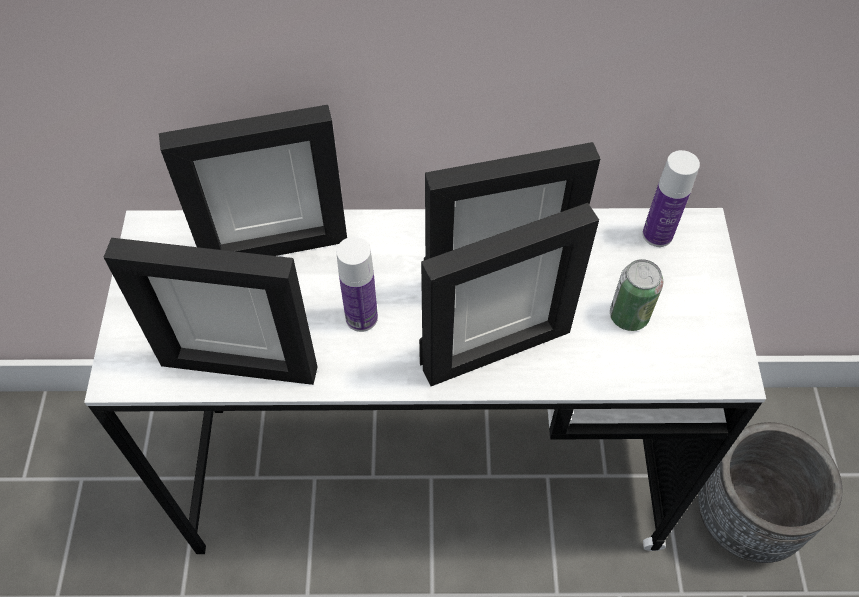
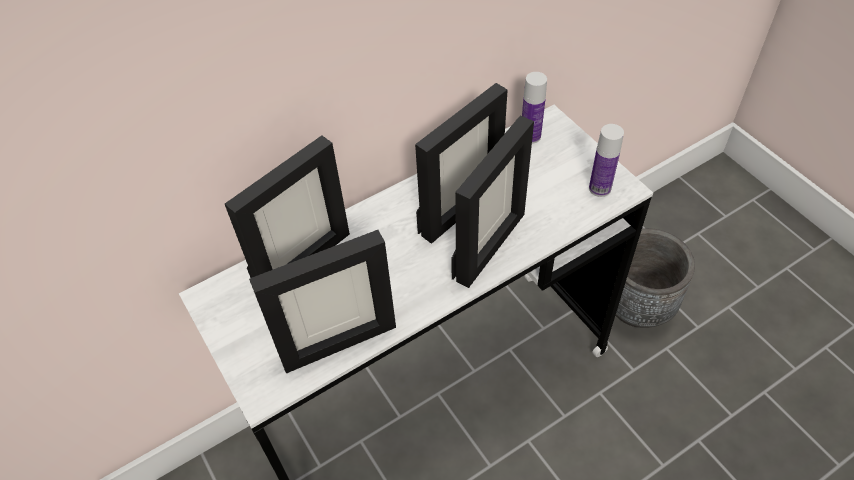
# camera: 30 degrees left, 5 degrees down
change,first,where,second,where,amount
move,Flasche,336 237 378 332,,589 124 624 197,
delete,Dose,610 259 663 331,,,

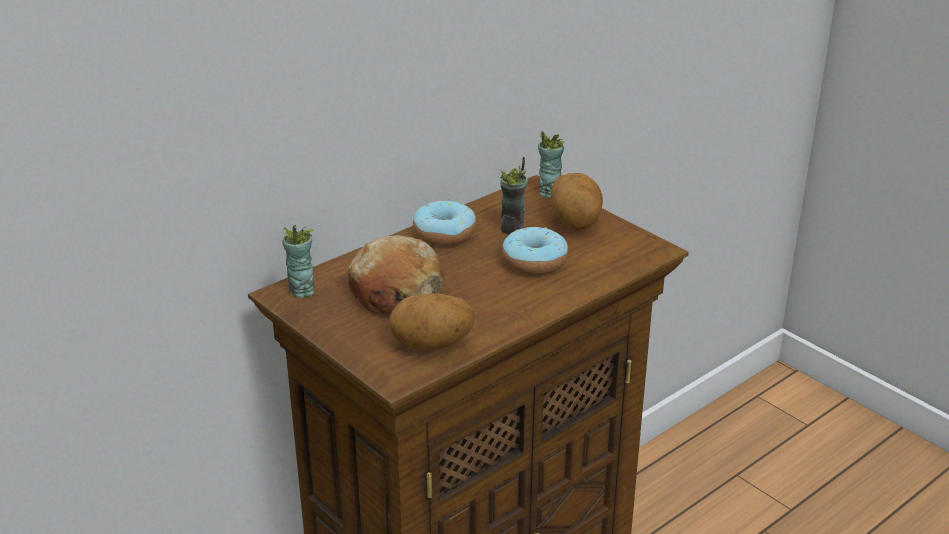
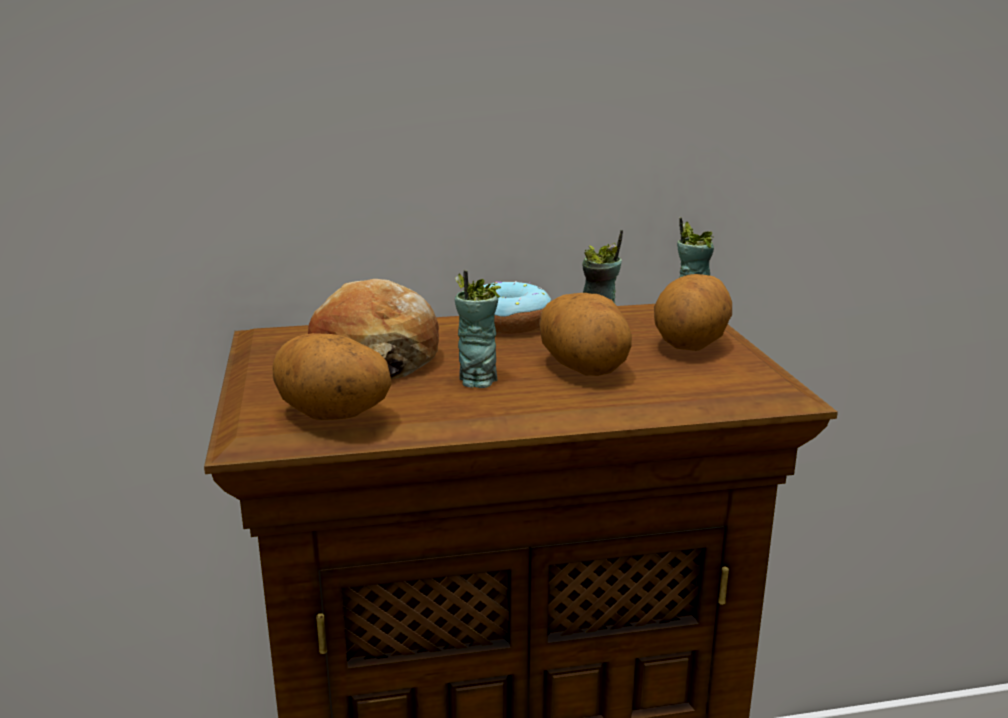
# camera: 30 degrees right, 10 degrees down
change,first,where,second,where,amount
move,Tasse,282 225 315 298,,455 270 501 388,
replace,Donut,502 227 568 275,Kartoffel,539 293 632 376,

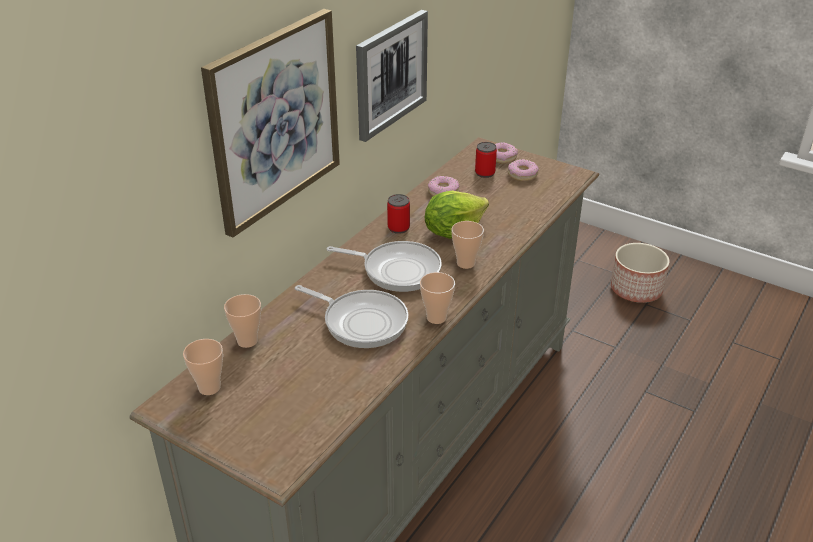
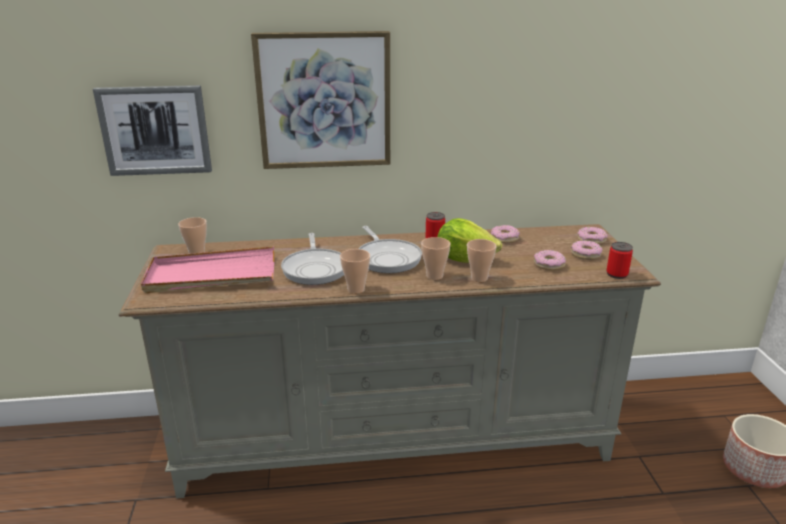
# camera: 50 degrees right, 10 degrees down
change,first,where,second,where,amount
move,Bild,356 10 428 142,,93 85 212 176,
insert,,,Tablett (rosa),141 247 274 293,
move,Tasse,224 294 261 348,,467 239 496 282,
insert,,,Donut,534 250 566 271,
move,Dose,475 142 497 178,,606 242 633 279,

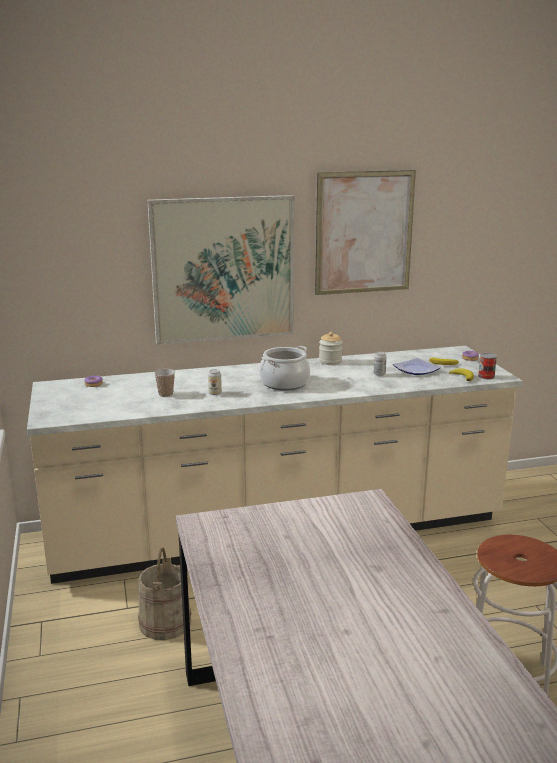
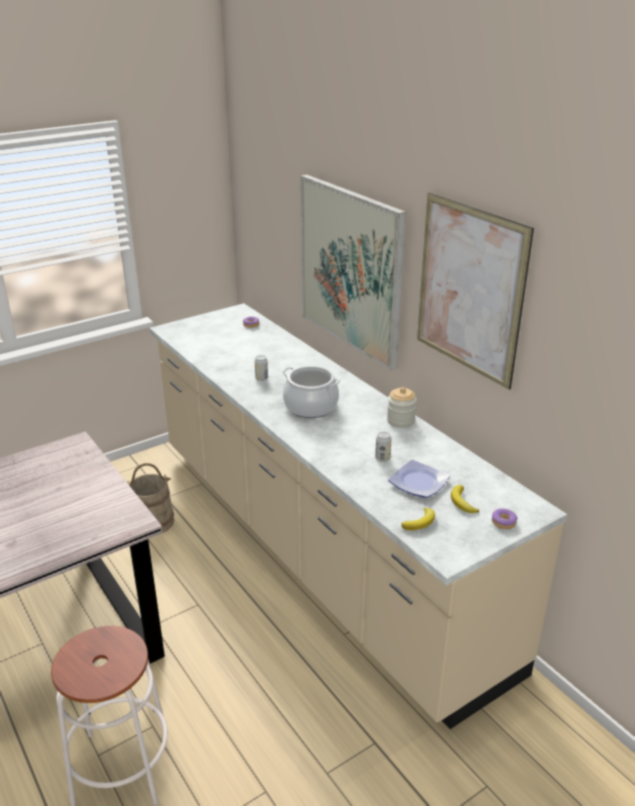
# camera: 70 degrees right, 10 degrees up
change,first,where,second,where,amount
delete,Tasse,154 369 175 397,,,
delete,Dose,478 353 497 379,,,

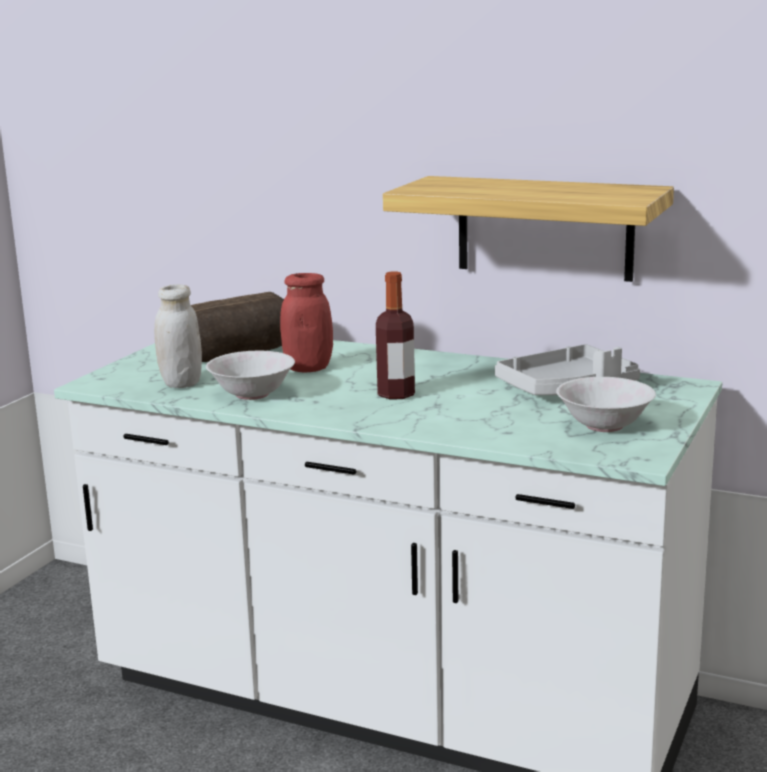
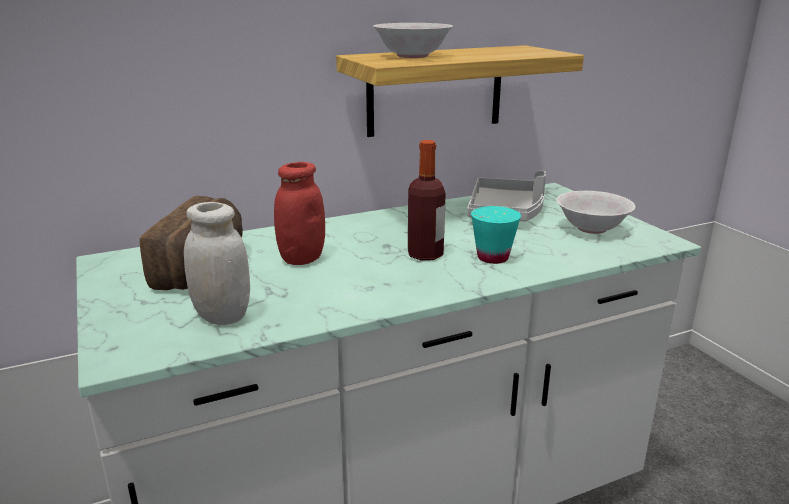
# camera: 50 degrees left, 5 degrees up
change,first,where,second,where,amount
move,Schüssel (weiß),206 351 295 400,,373 23 453 58,
insert,,,Tasse (türkis),471 206 521 264,

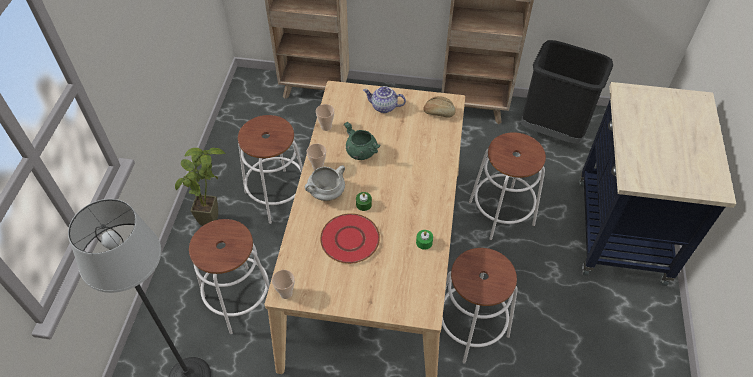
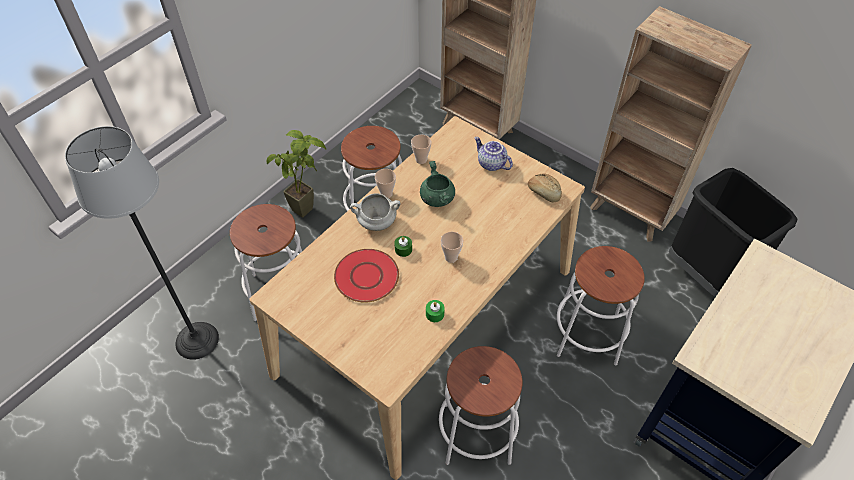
# camera: 30 degrees right, 0 degrees up
change,first,where,second,where,amount
move,Tasse,272 270 295 299,,441 232 463 263,

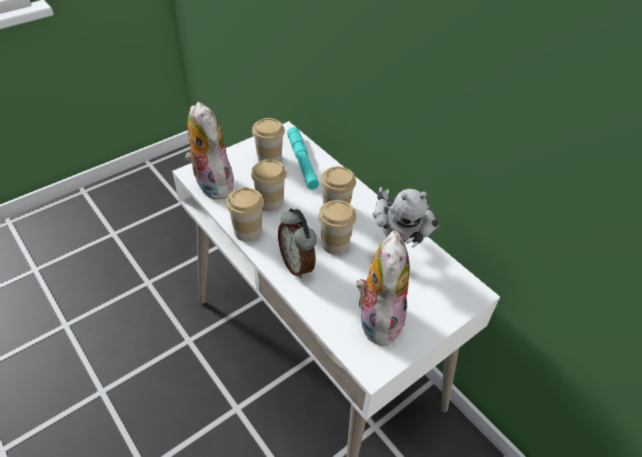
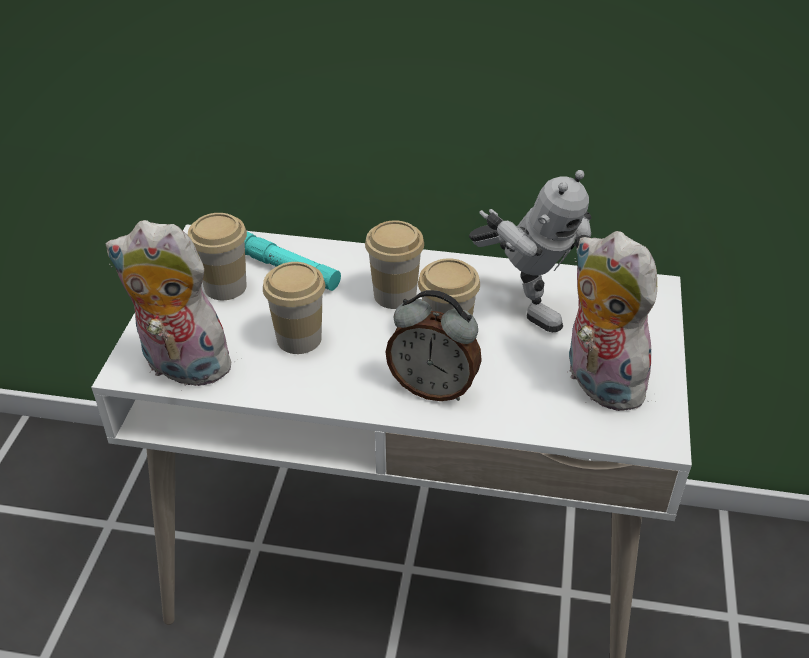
# camera: 40 degrees left, 5 degrees down
change,first,where,second,where,amount
delete,Tasse,226 188 264 242,,,

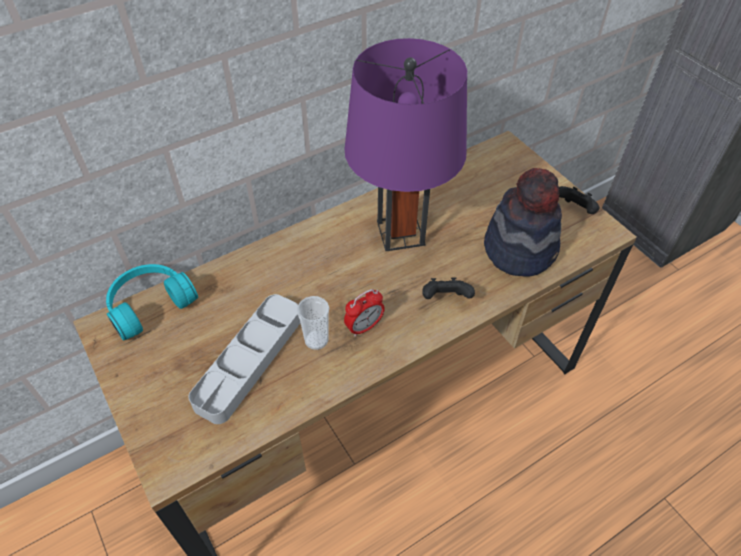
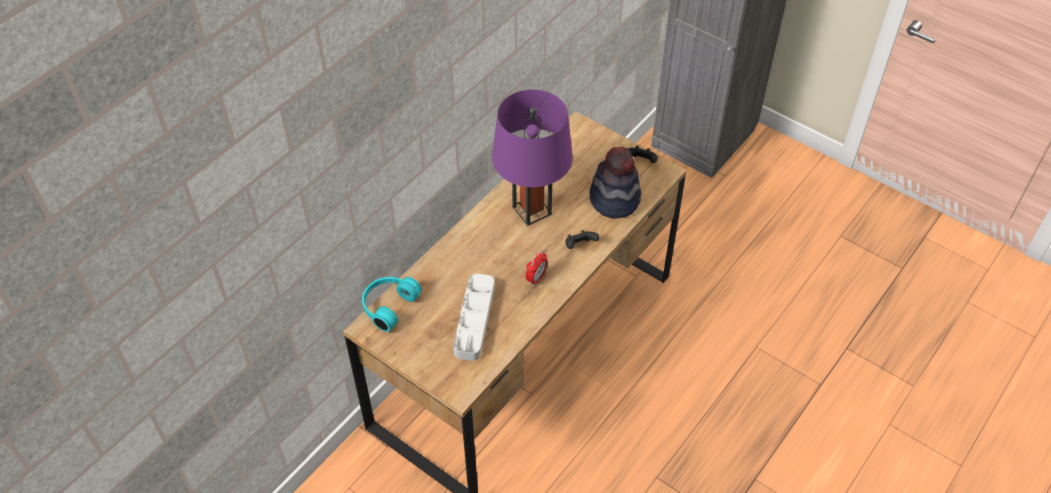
# camera: 20 degrees left, 0 degrees up
change,first,where,second,where,amount
delete,Tasse,297 296 329 350,,,

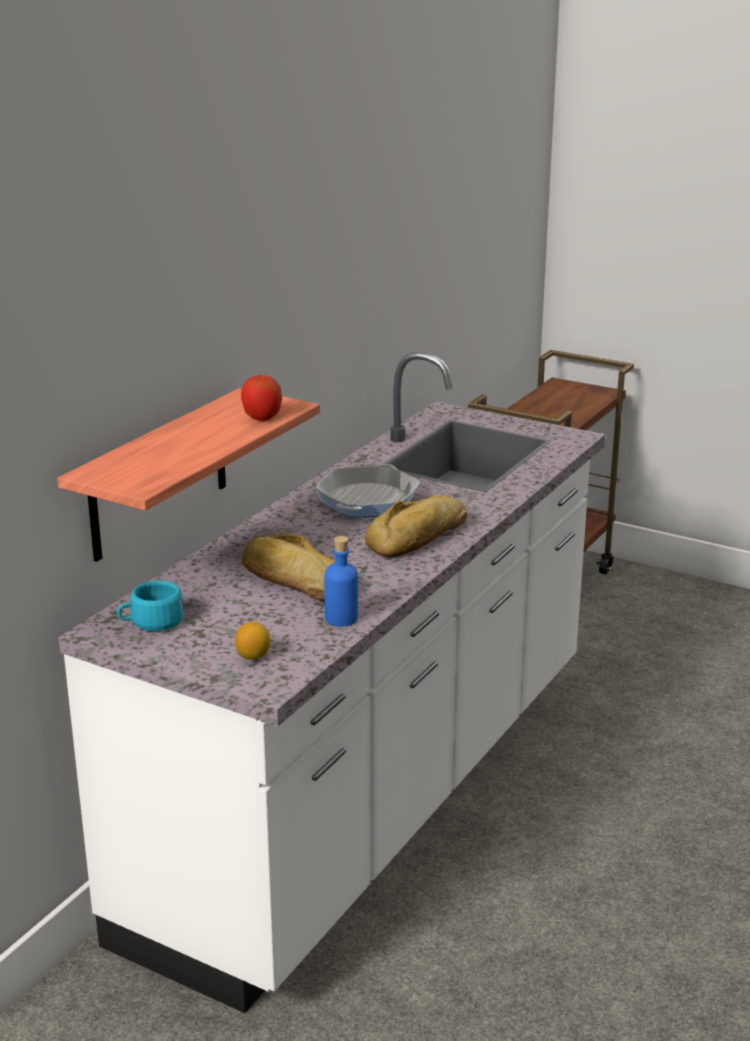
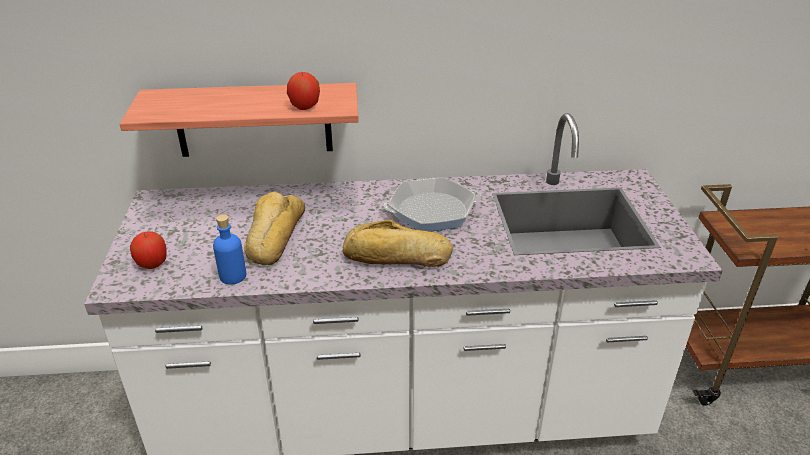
# camera: 55 degrees right, 10 degrees up
change,first,where,second,where,amount
replace,Zitrone,235 622 271 660,Apfel,130 231 167 269,
delete,Tasse (türkis),117 581 184 631,,,

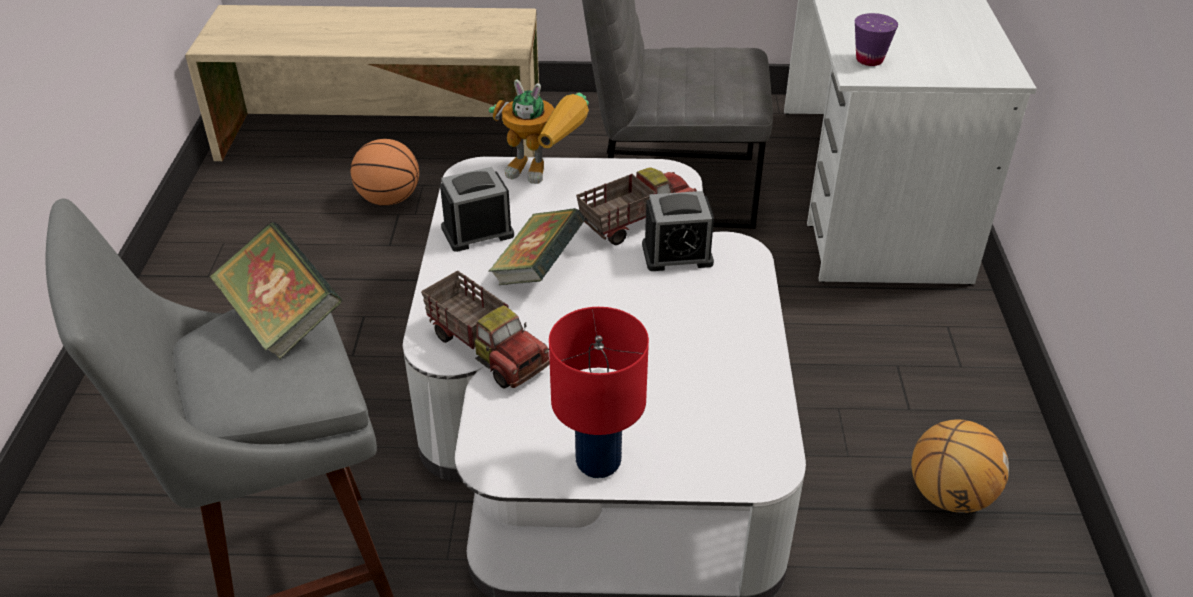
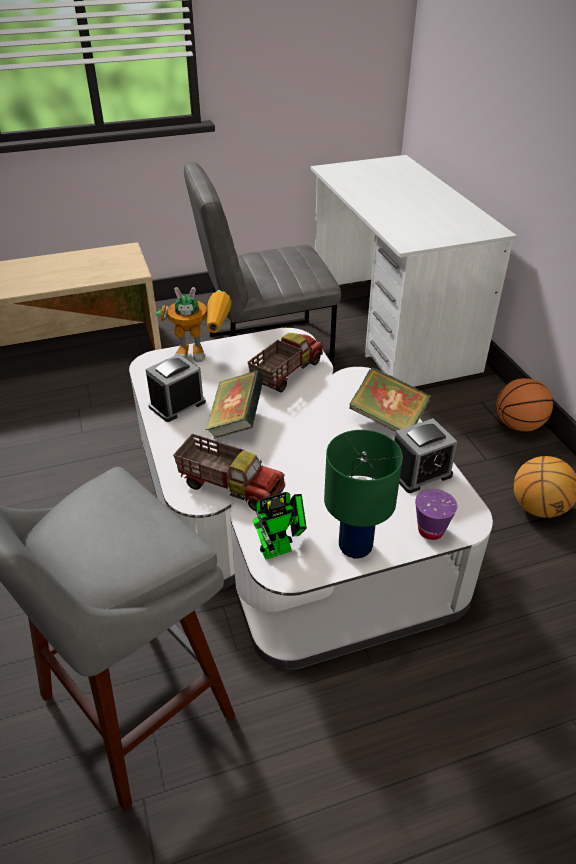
# camera: 20 degrees left, 0 degrees up
change,first,where,second,where,amount
insert,,,Spielzeugroboter,253 492 307 559,
recolor,Tischlampe (rot),549 307 649 478,Tischlampe (grün),324 430 403 559,
move,Buch,209 222 342 359,,349 367 431 432,
move,Wecker,642 191 714 271,,394 418 458 493,
move,Tasse (lila),855 13 898 66,,415 489 457 540,
move,Basketball,351 139 419 206,,496 378 553 432,

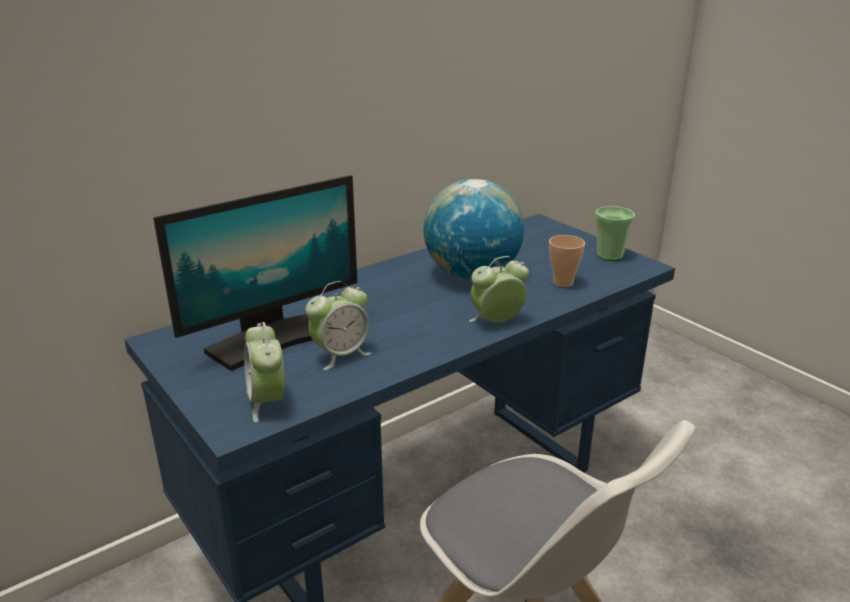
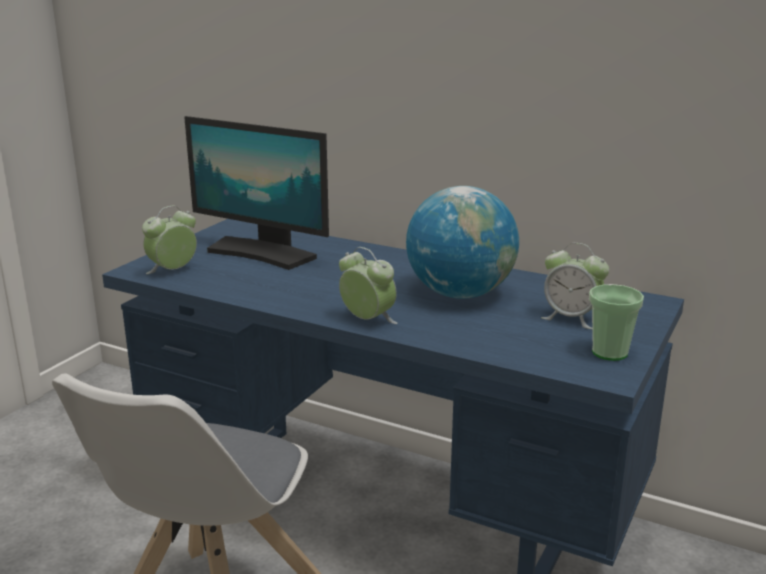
# camera: 65 degrees right, 5 degrees down
change,first,where,second,where,amount
move,Wecker,305 281 371 370,,541 243 609 329,
delete,Tasse,549 235 585 287,,,

